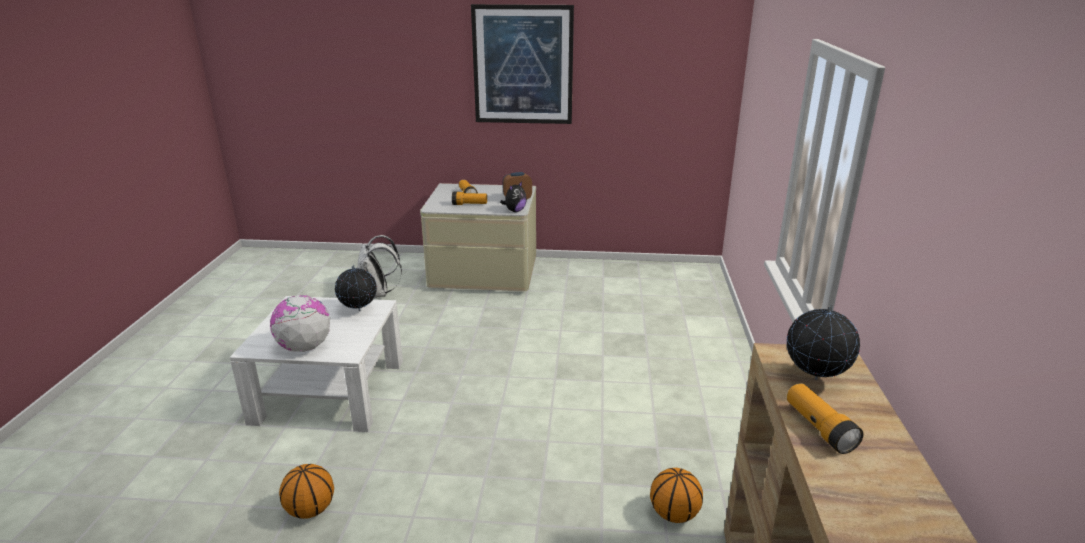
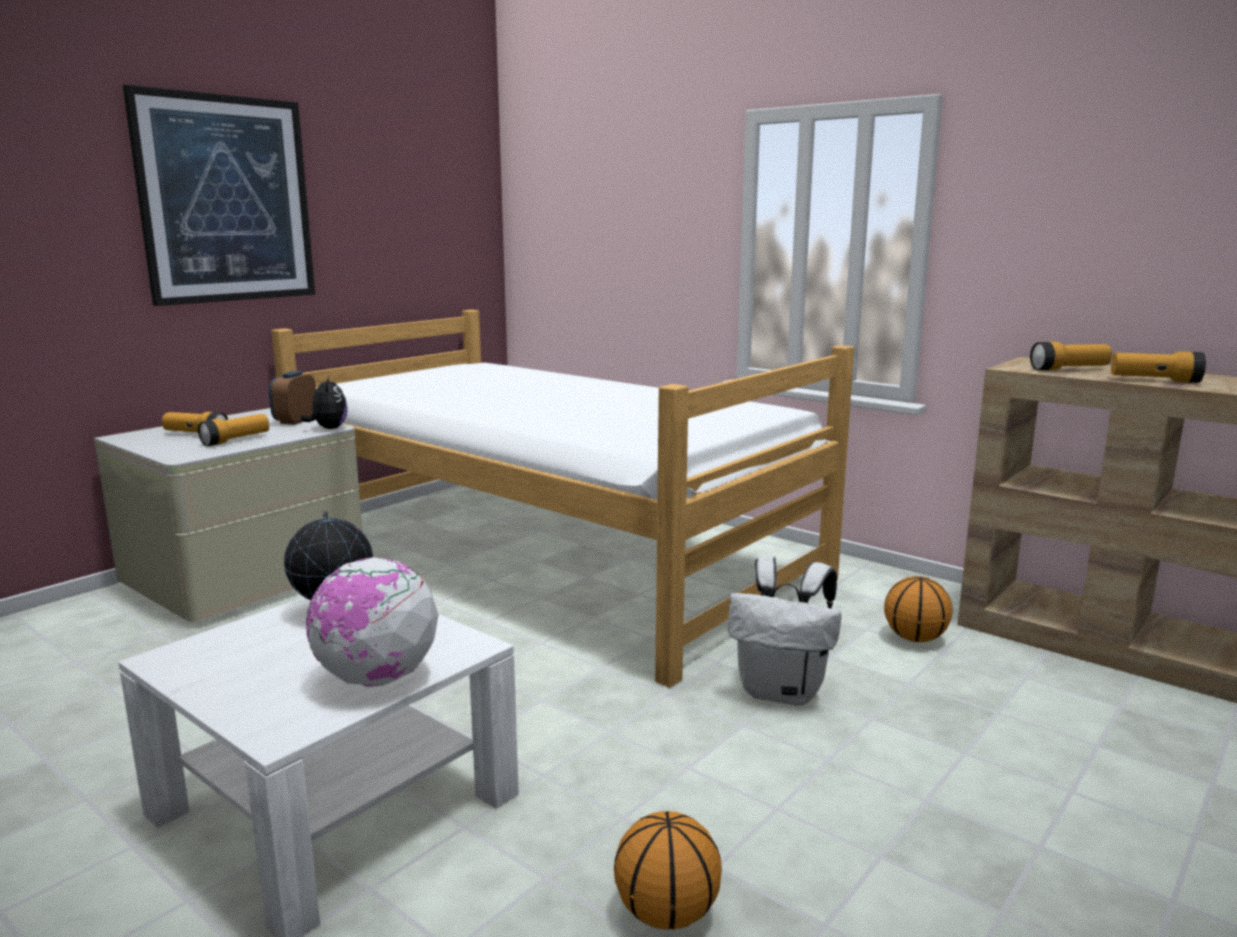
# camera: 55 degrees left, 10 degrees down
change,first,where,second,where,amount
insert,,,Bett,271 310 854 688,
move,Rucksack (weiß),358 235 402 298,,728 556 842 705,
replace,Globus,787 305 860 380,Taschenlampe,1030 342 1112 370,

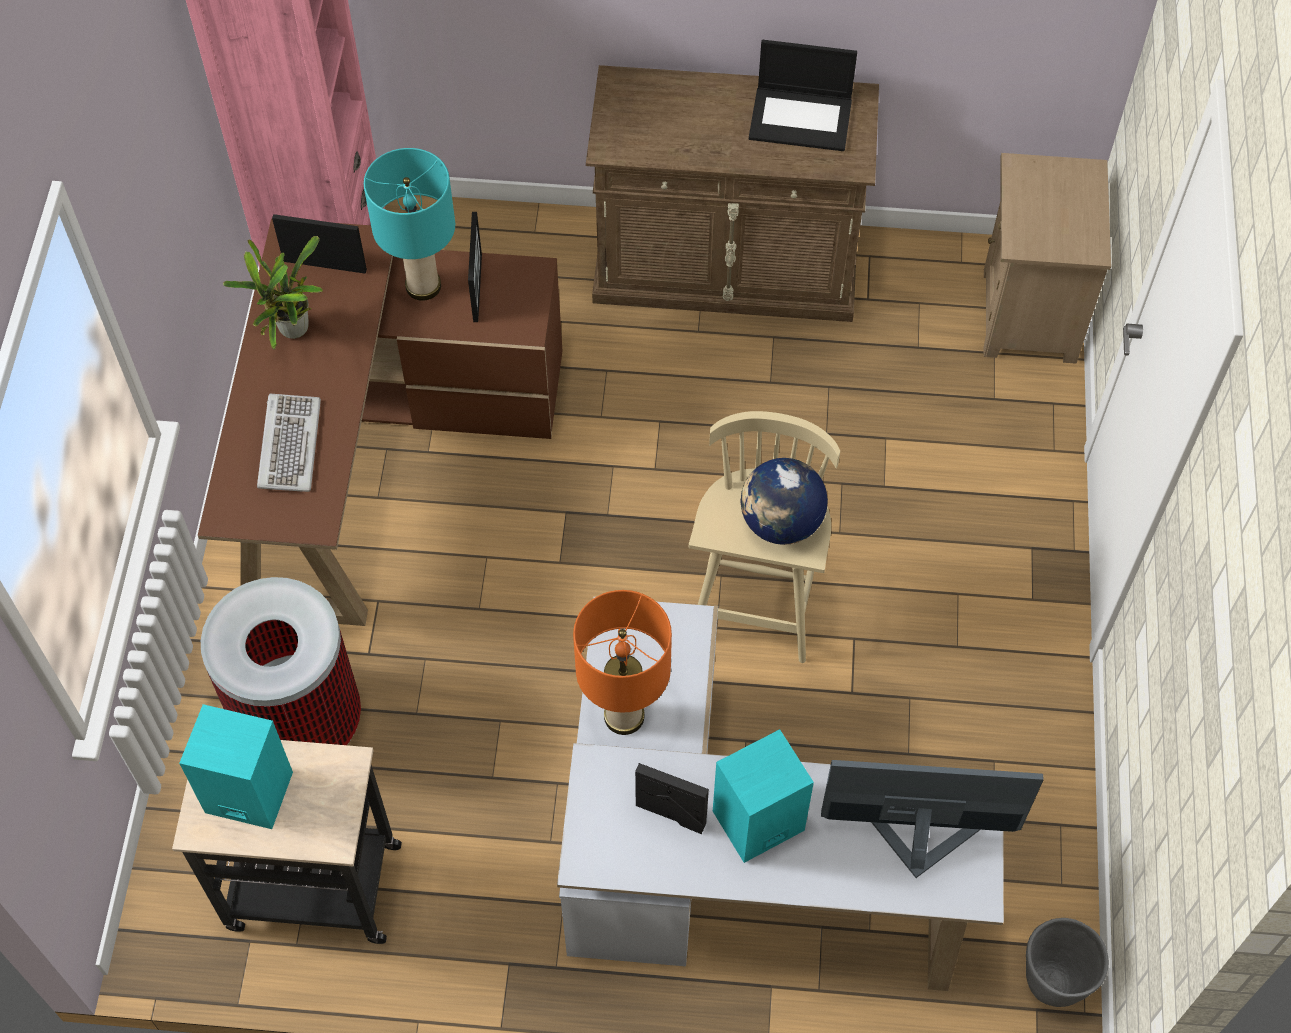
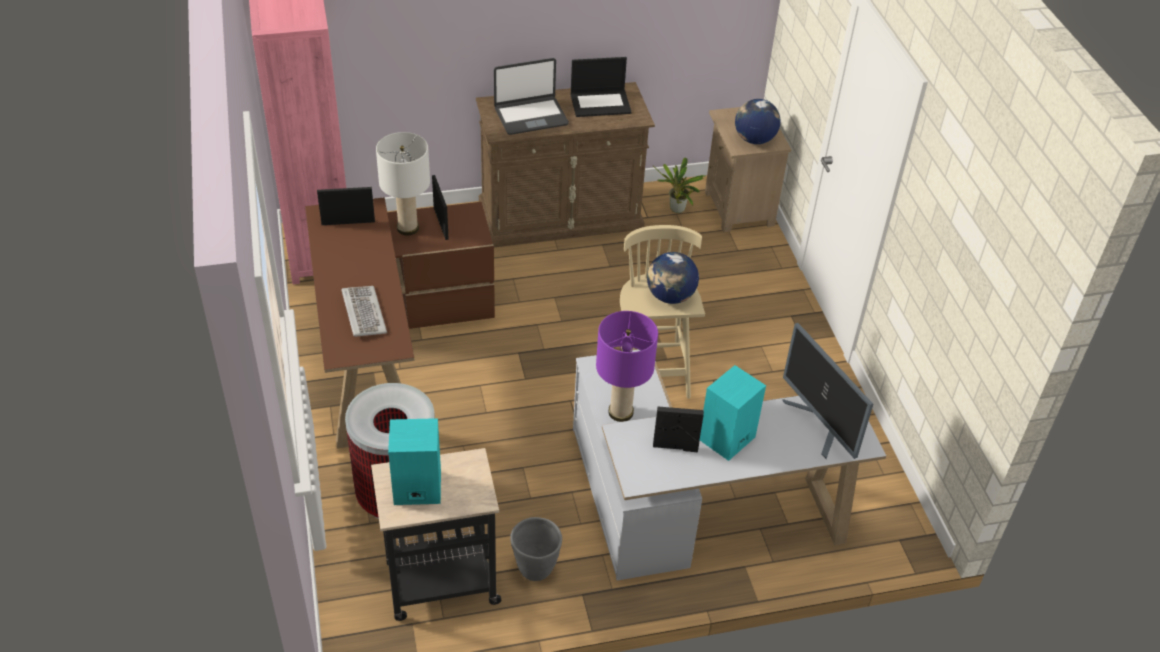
# camera: 20 degrees left, 15 degrees down
change,first,where,second,where,amount
recolor,Tischlampe (türkis),364 148 455 301,Tischlampe (weiß),376 132 430 236,
insert,,,Laptop,494 58 569 135,
move,Pflanzkübel (grau),1026 918 1109 1007,,510 517 562 581,
recolor,Tischlampe (orange),573 590 672 735,Tischlampe (lila),596 311 658 422,
move,Topfpflanze,223 236 323 349,,652 157 705 213,
insert,,,Globus,735 99 781 144,
rotate,Monitor,821 760 1043 878,,782 323 873 459,105 degrees counterclockwise

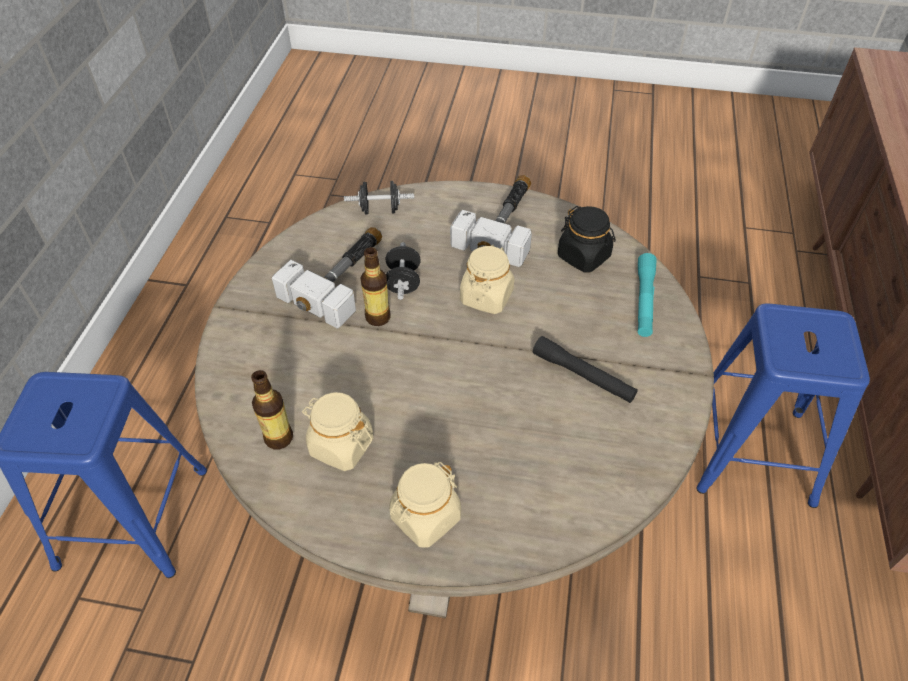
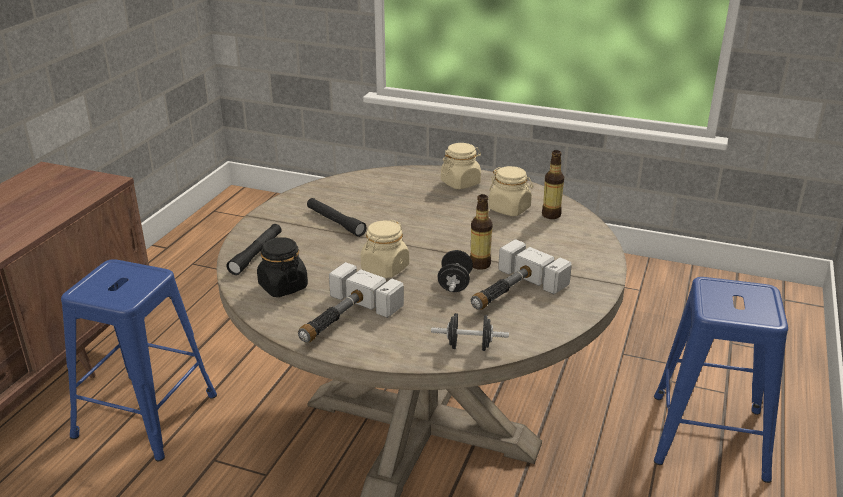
# camera: 170 degrees left, 20 degrees down
change,first,where,second,where,amount
recolor,Taschenlampe (türkis),638 253 657 337,Taschenlampe (schwarz),226 224 282 275,

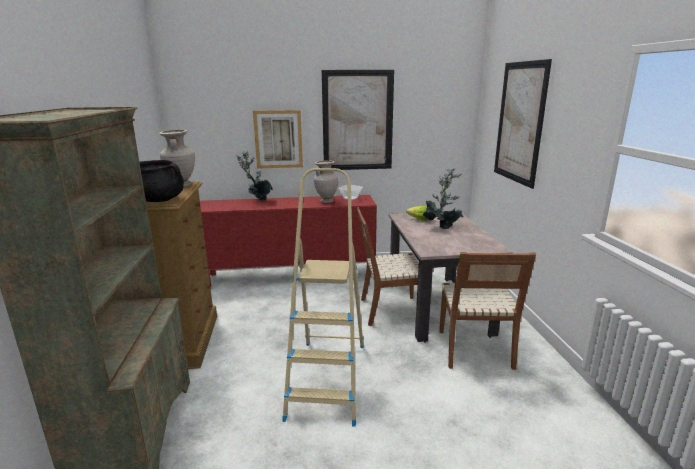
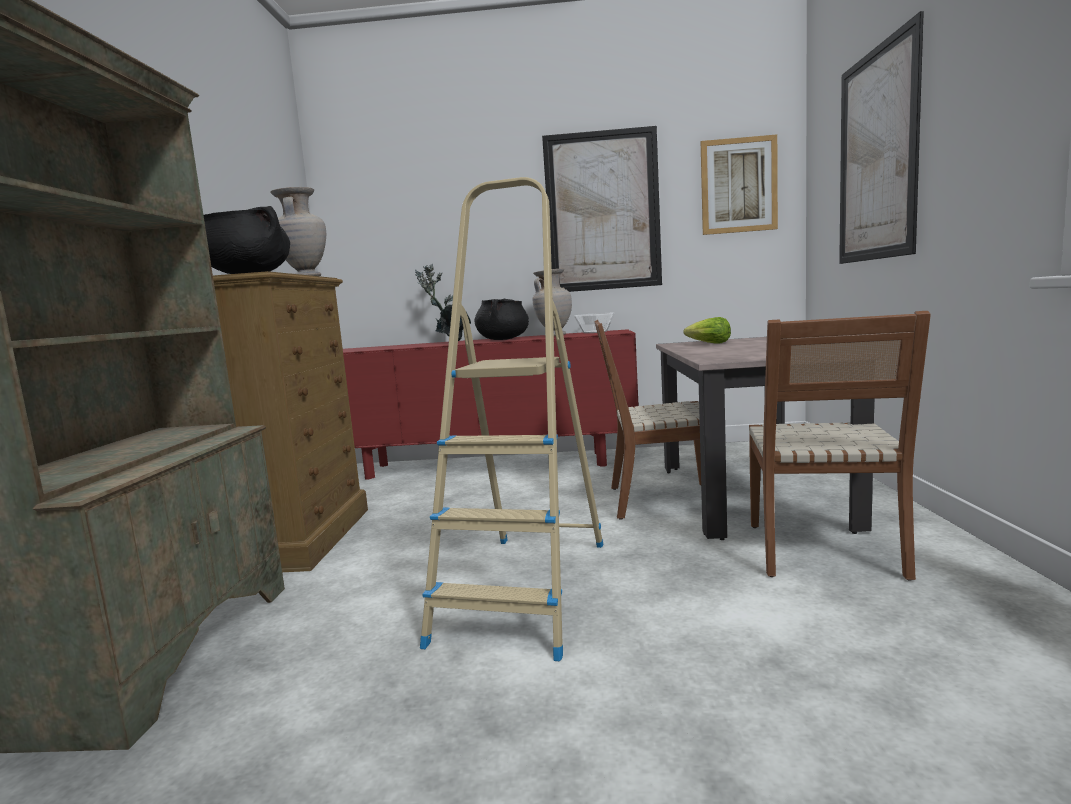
# camera: 10 degrees right, 10 degrees down
change,first,where,second,where,amount
insert,,,Kochtopf (schwarz),474 299 529 340,
move,Bild,253 110 303 169,,701 135 778 235,
delete,Topfpflanze,423 169 463 229,,,

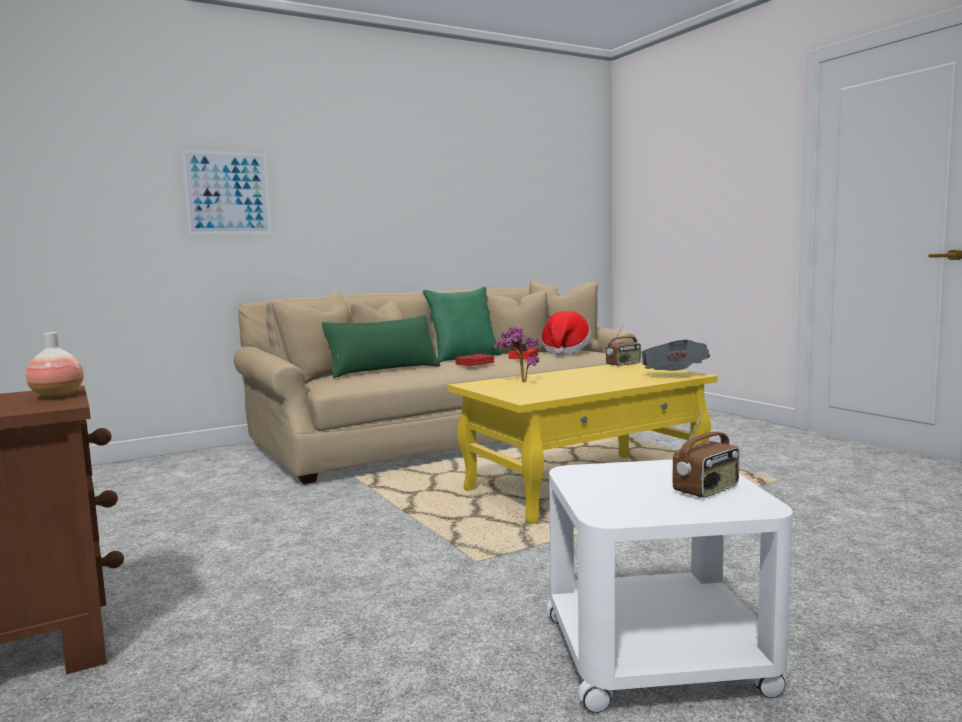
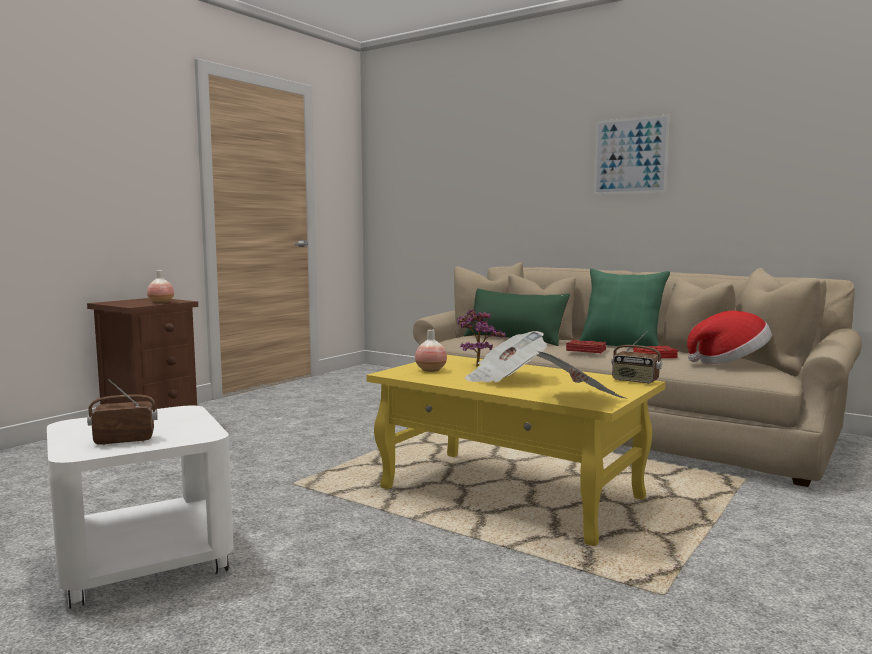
# camera: 65 degrees right, 0 degrees up
change,first,where,second,where,amount
rotate,Radio,673 409 739 498,,87 379 158 445,135 degrees clockwise
insert,,,Vase,415 329 447 372,
insert,,,Zeitung,465 331 547 383,
move,Bild,181 150 271 234,,594 114 670 195,

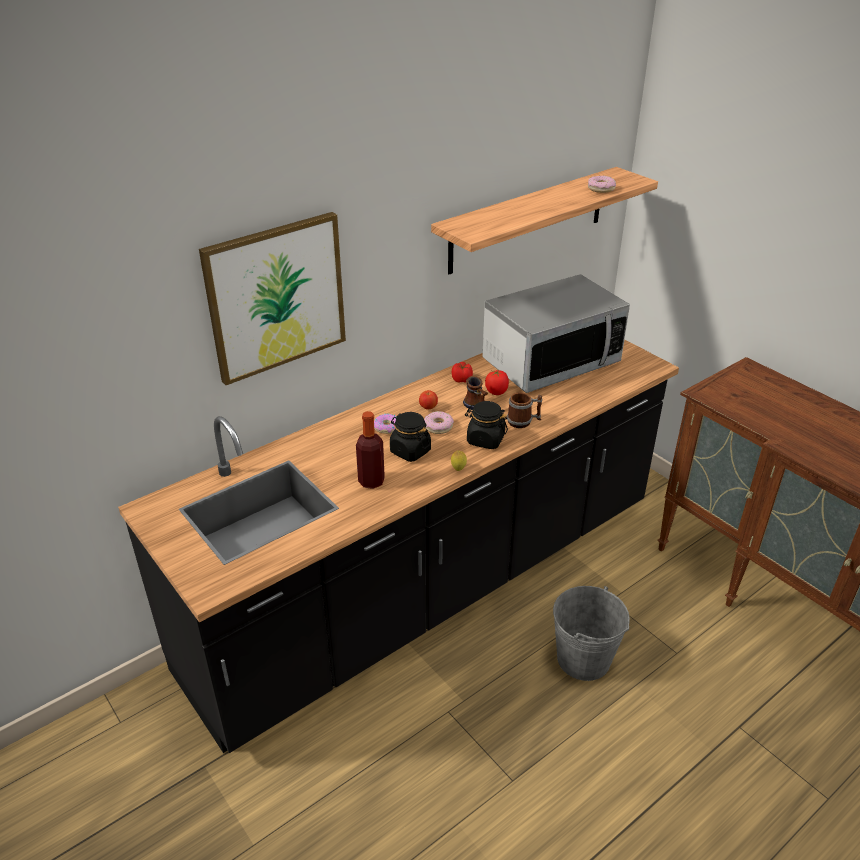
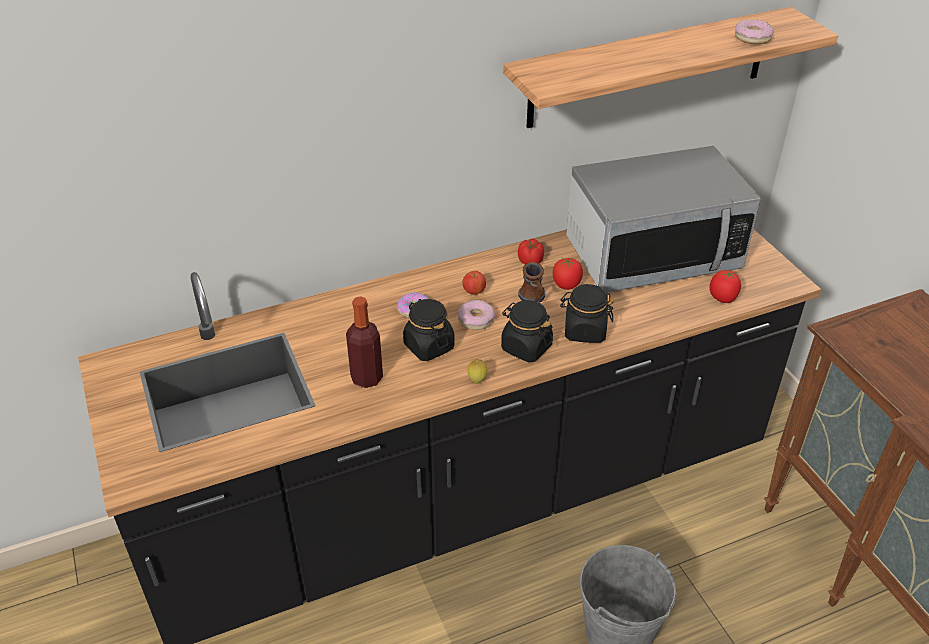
# camera: 15 degrees right, 5 degrees up
change,first,where,second,where,amount
replace,Henkelbecher,507 392 542 428,Vorratsglas (schwarz),560 284 614 343,
insert,,,Tomate,710 270 741 303,
delete,Bild,199 212 346 385,,,

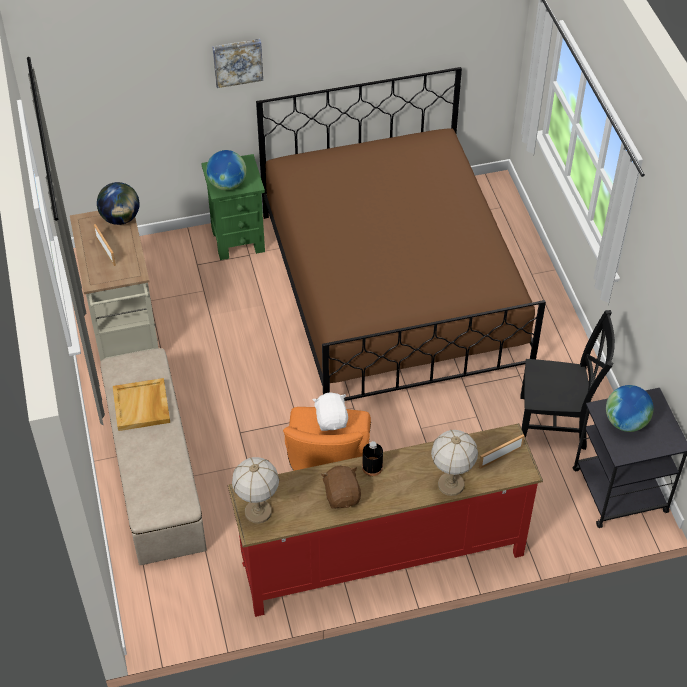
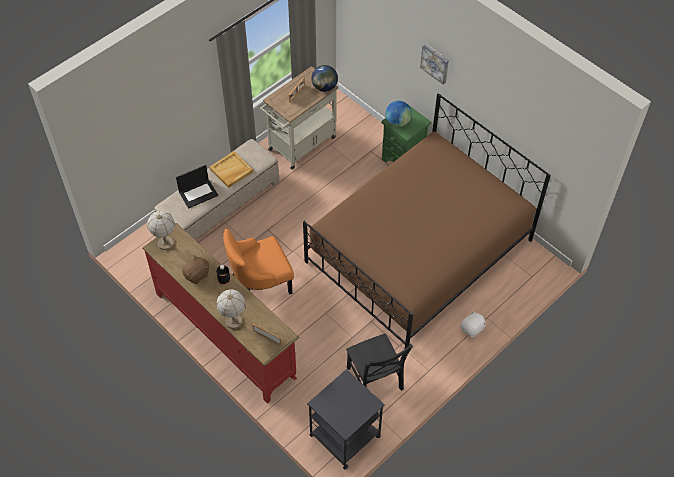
# camera: 60 degrees right, 5 degrees up
change,first,where,second,where,amount
insert,,,Laptop,176 165 218 209,
move,Plüschtier (weiß),313 393 348 431,,460 310 487 338,
delete,Globus,606 385 654 432,,,

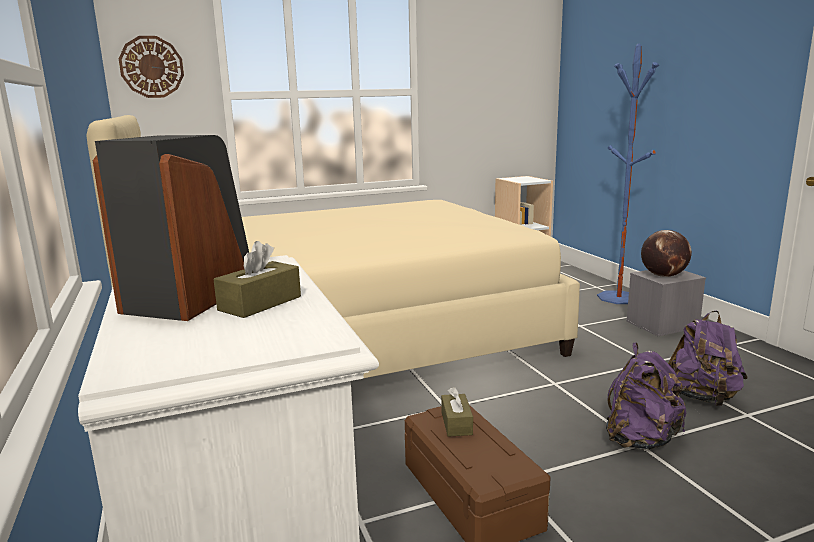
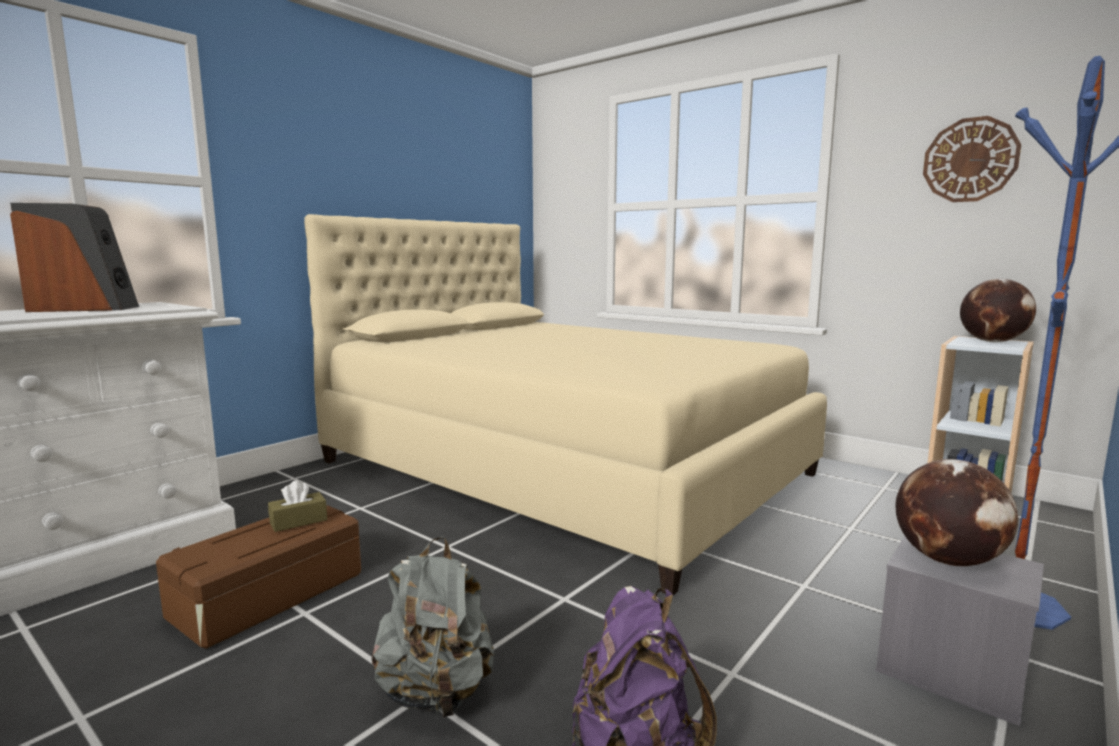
# camera: 60 degrees right, 5 degrees down
change,first,where,second,where,amount
recolor,Rucksack (lila),606 342 686 449,Rucksack (grau),372 536 494 719,
move,Wanduhr,119 36 184 98,,923 116 1021 202,
insert,,,Globus,960 279 1036 342,
delete,Taschentuchbox (braun),213 241 301 318,,,

